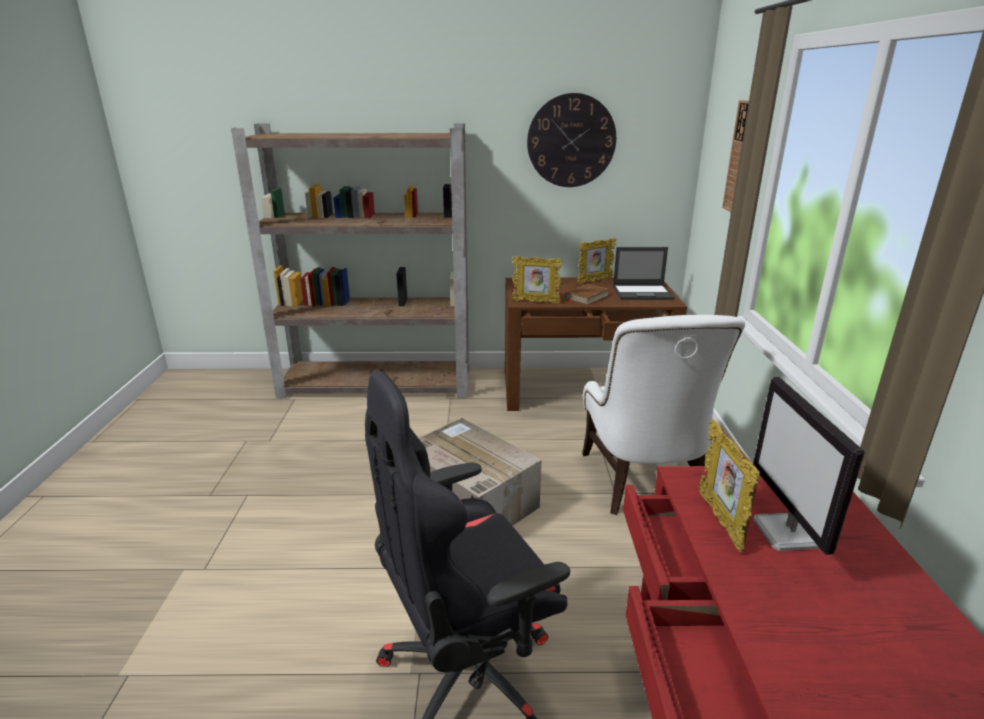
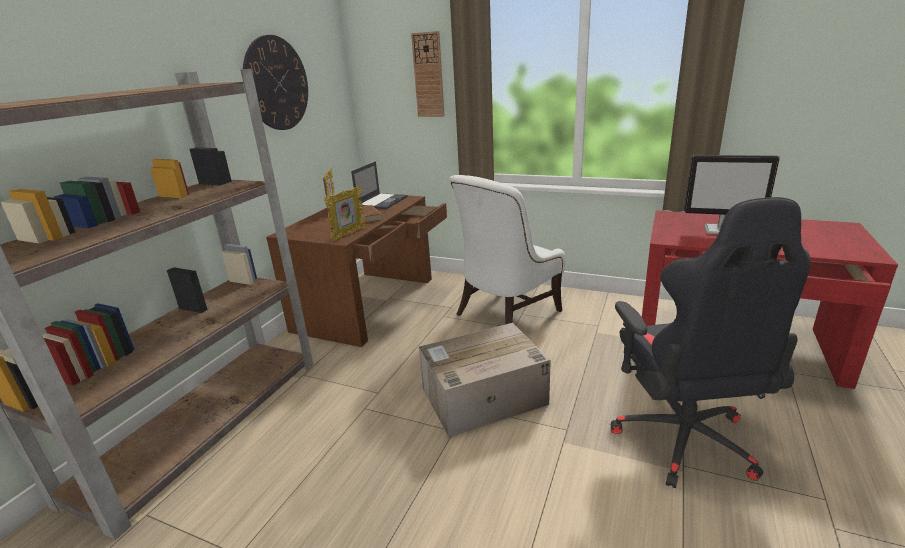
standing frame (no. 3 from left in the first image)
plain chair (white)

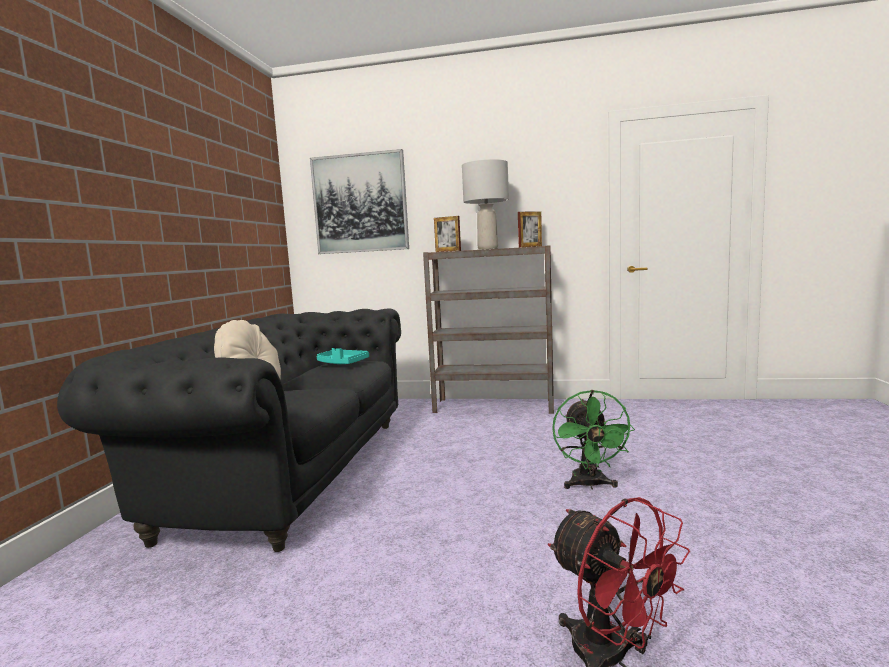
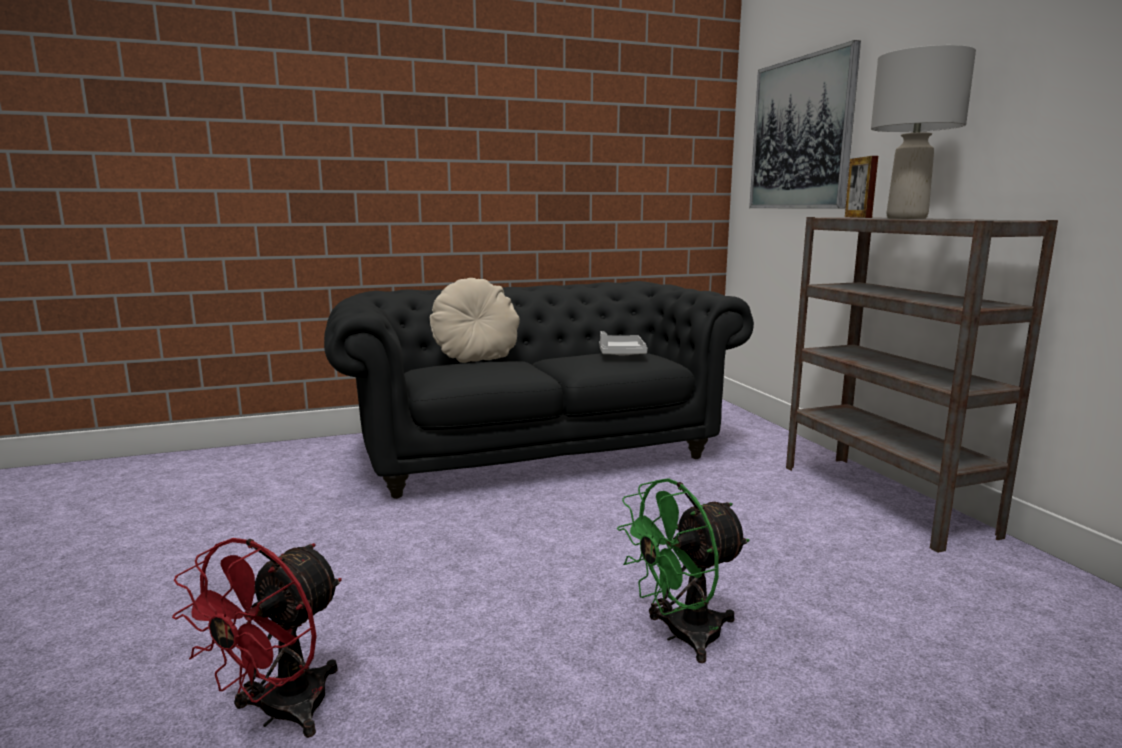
standing frame (no. 2 from left in the first image)
carrying tray (greyish)

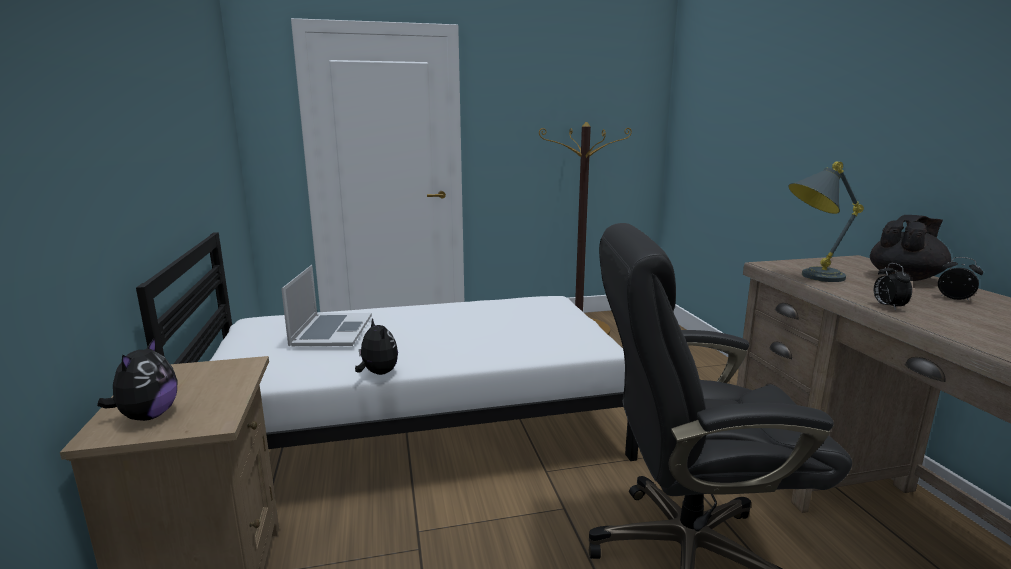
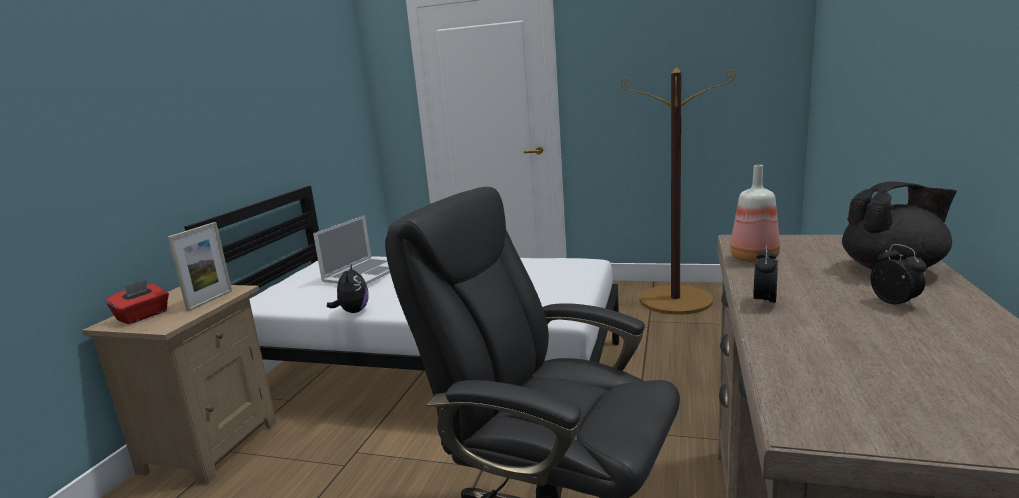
standing frame
tissue box (reddish)
bottle

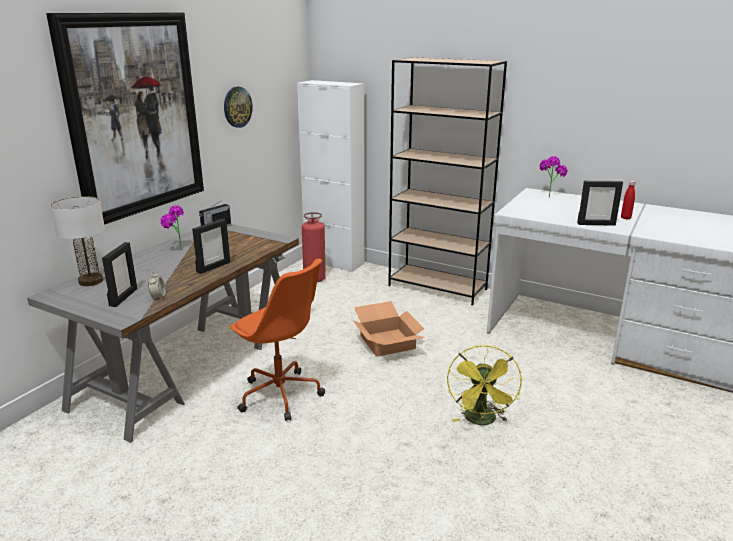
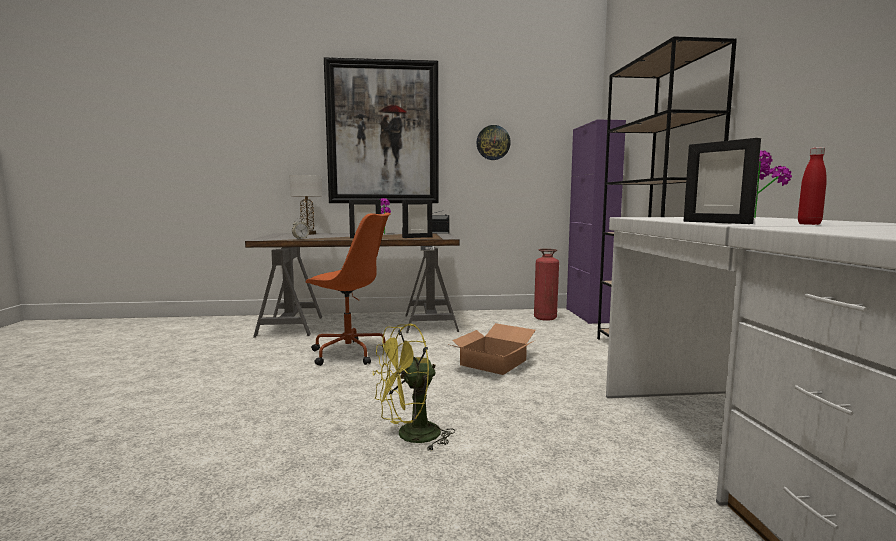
standing frame (no. 2 from left)
storage cabinet (purple)
office chair (orange)

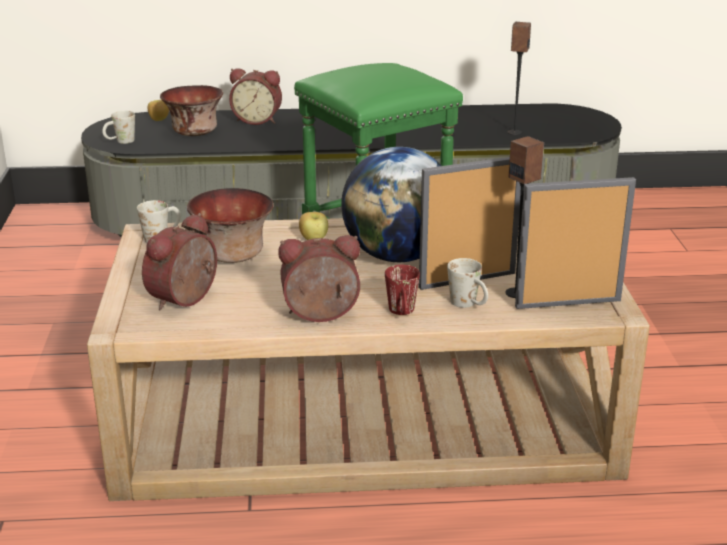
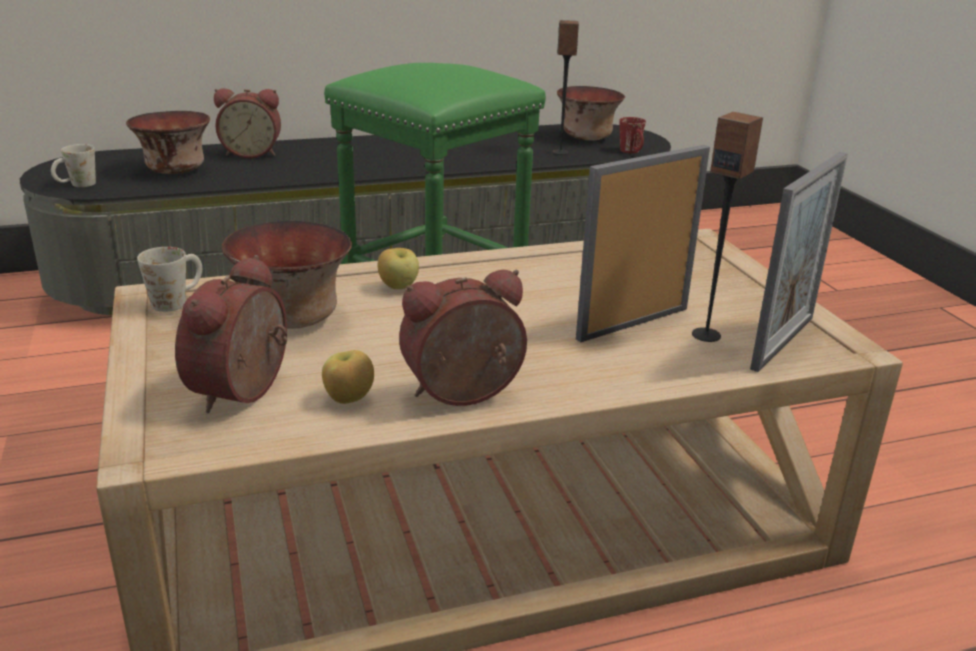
world globe
mug (white) (no. 3 from left in the first image)
serving bowl (no. 3 from left)
apple (no. 1 from left)
mug (reddish)
standing frame (no. 2 from left)

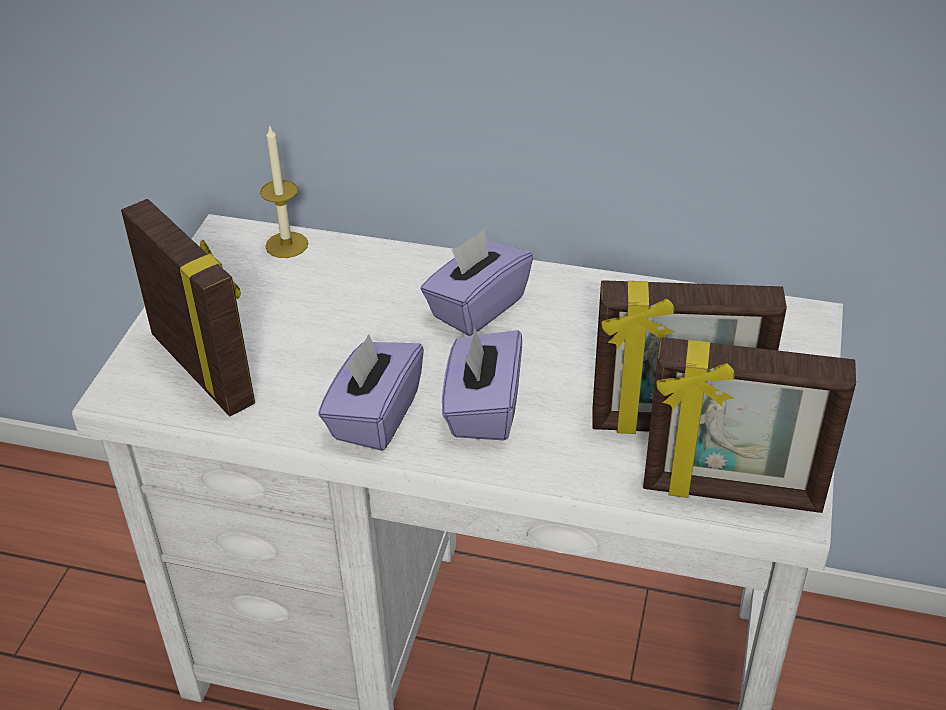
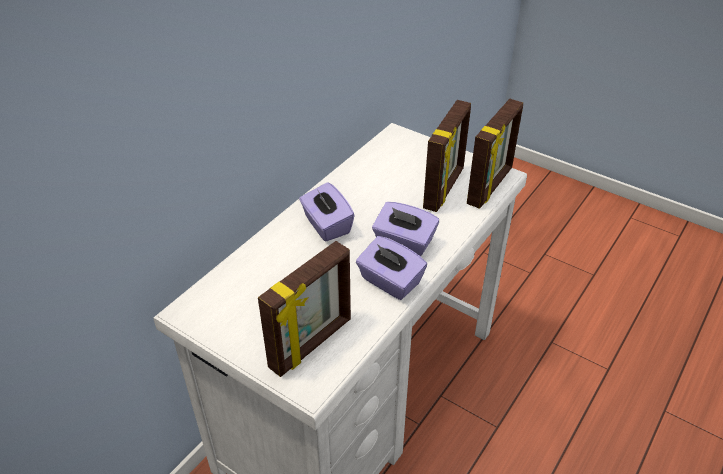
candle
standing frame (no. 1 from left)

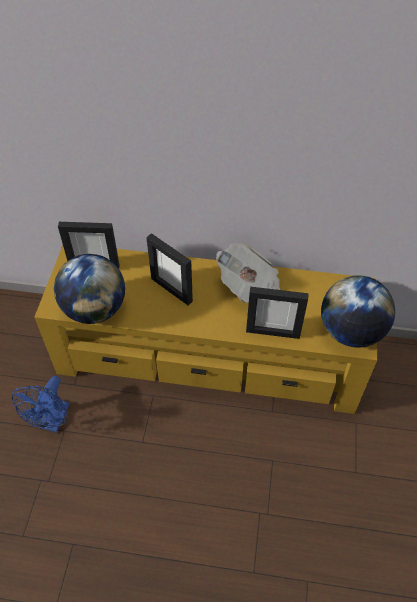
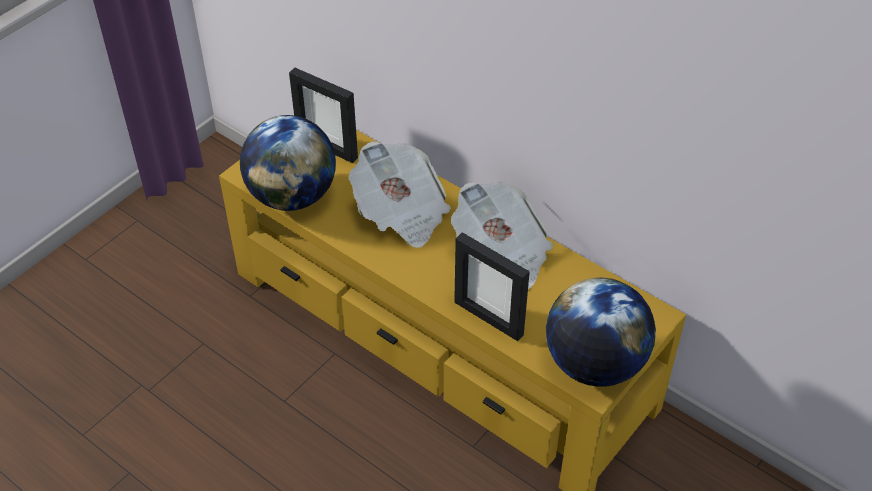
fan (blue-coloured)
daily paper (no. 1 from left)

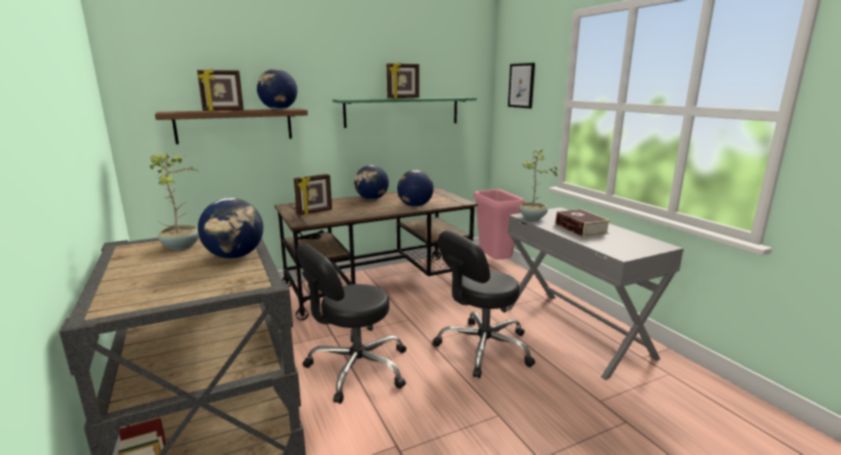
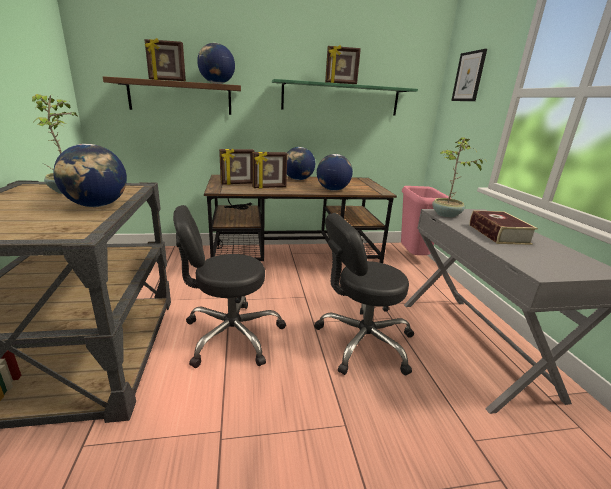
standing frame (no. 3 from left)

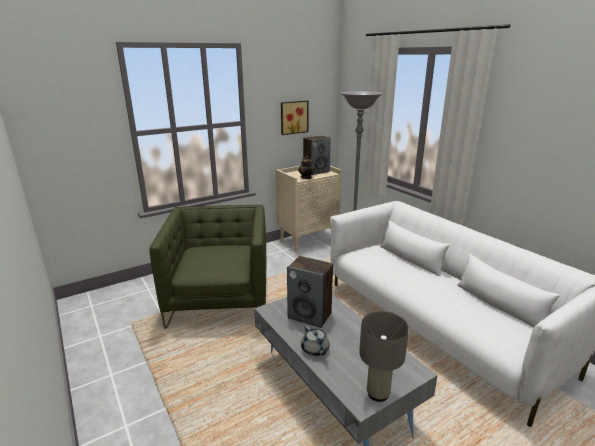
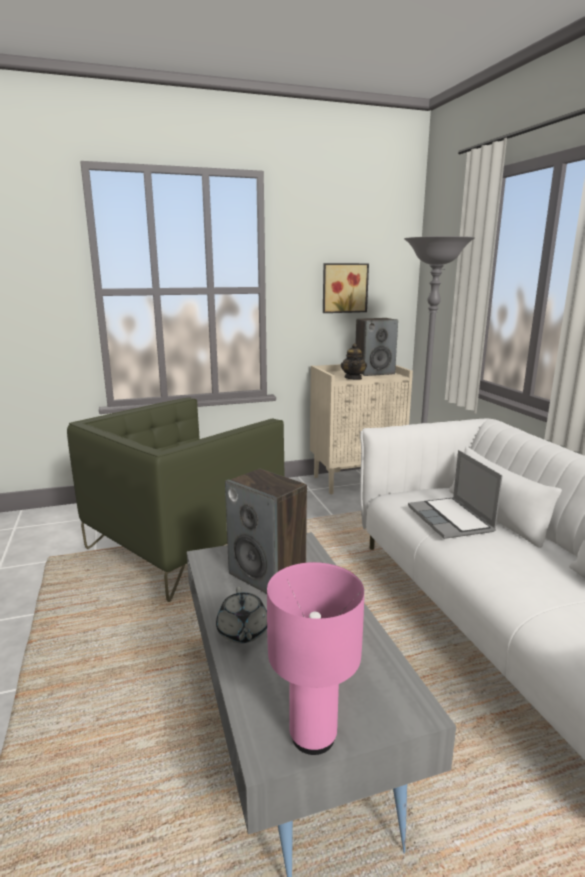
portable computer
table lamp (pink-coloured)
armchair (green-coloured)

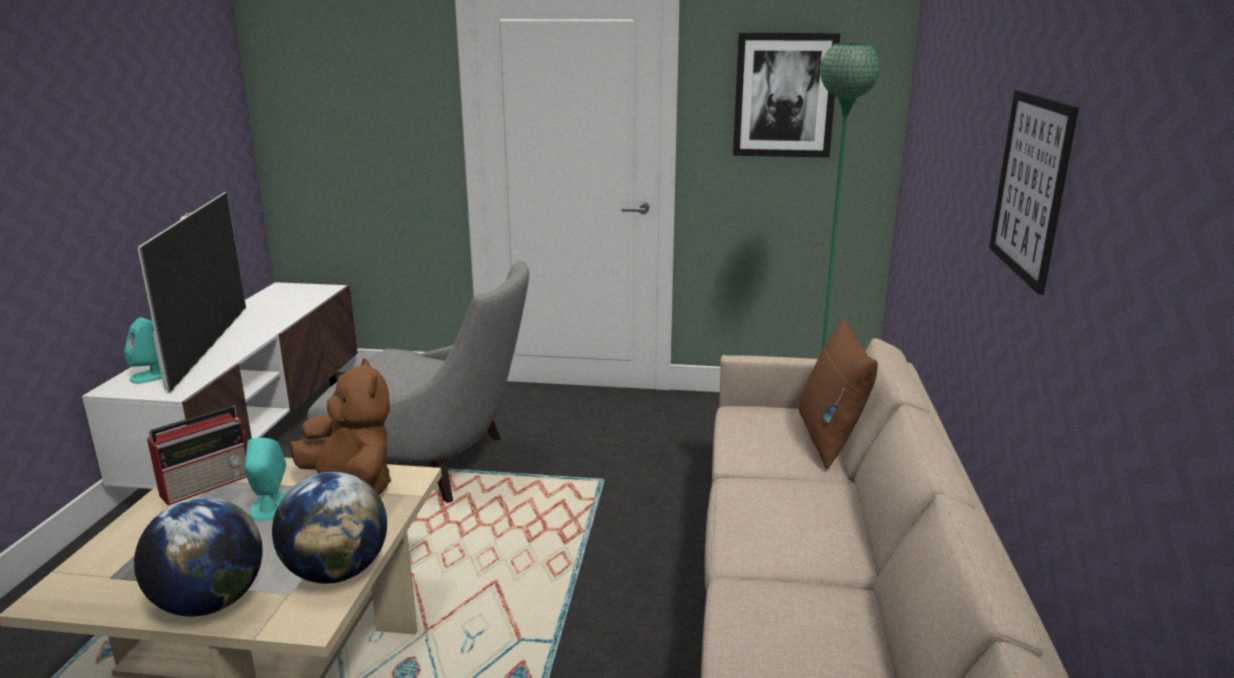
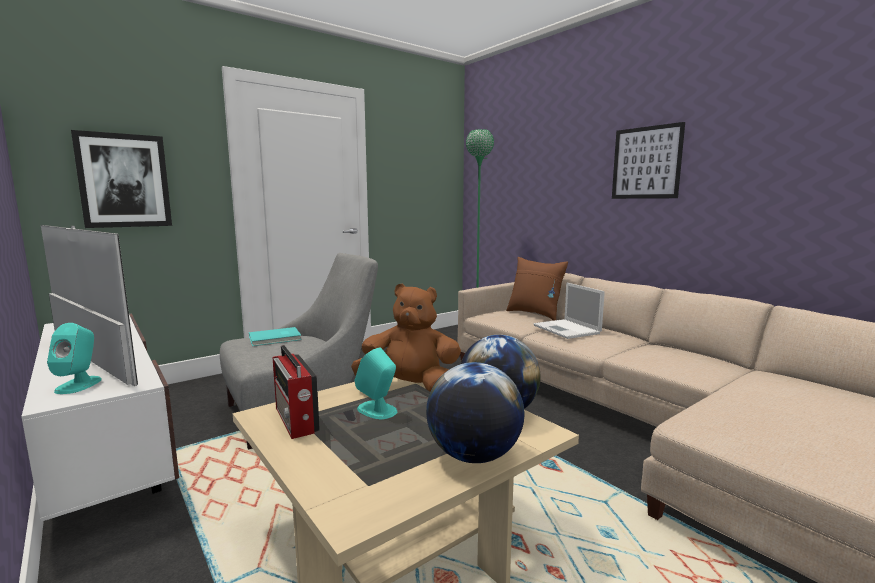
volume (turquoise)
portable computer
wall art (no. 1 from left)
radio receiver

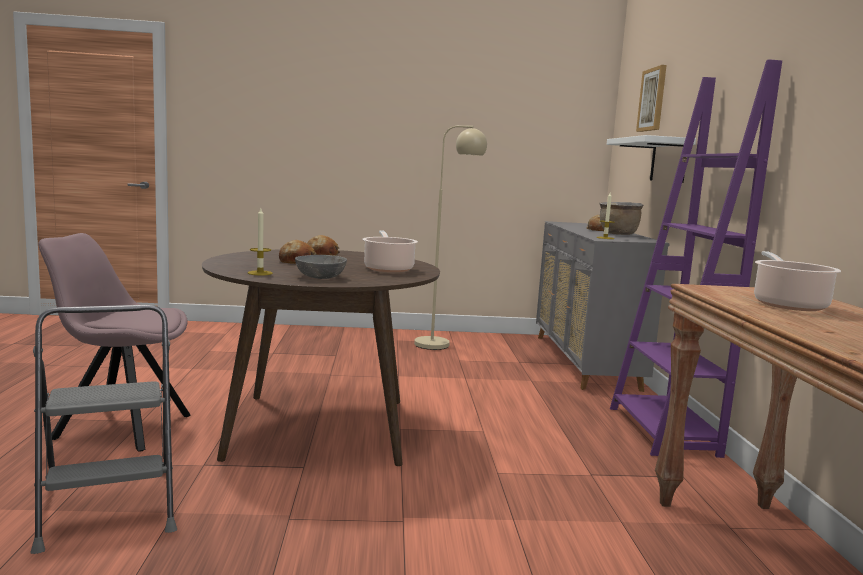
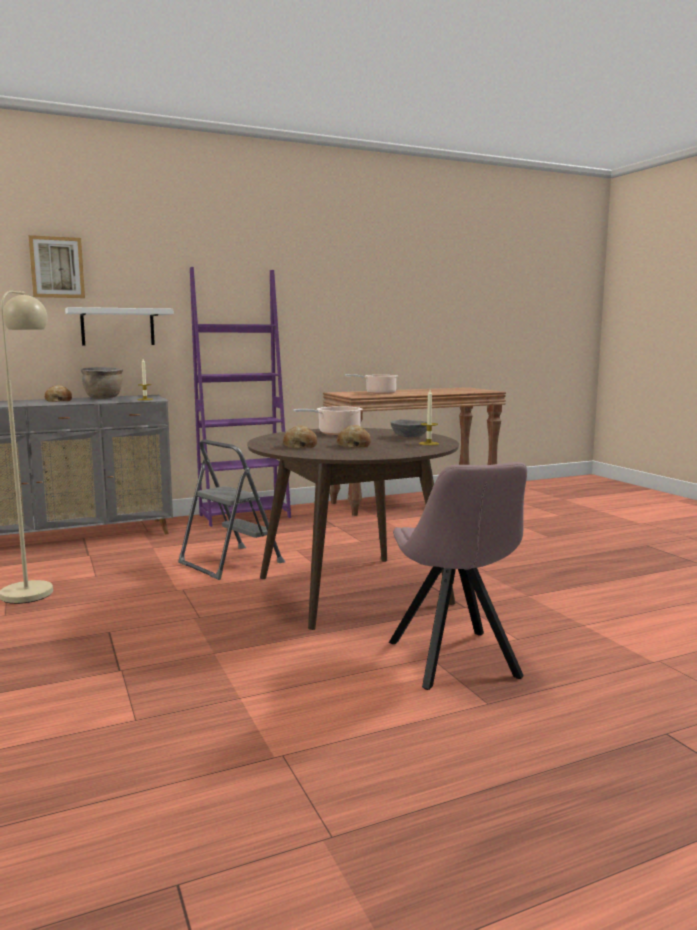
step stool (greyish)

